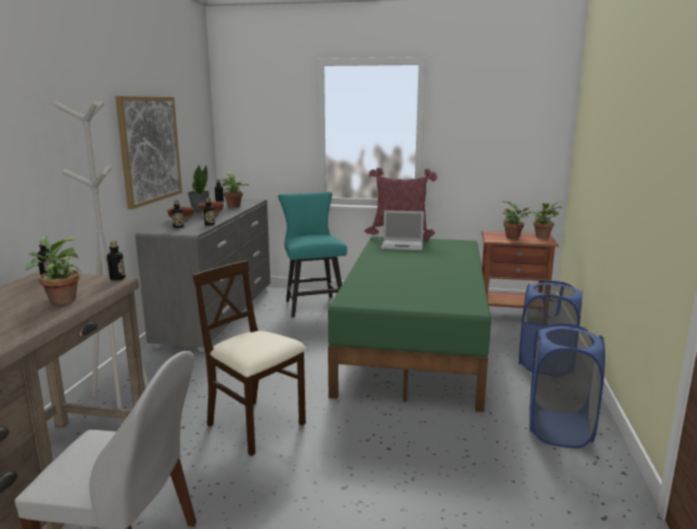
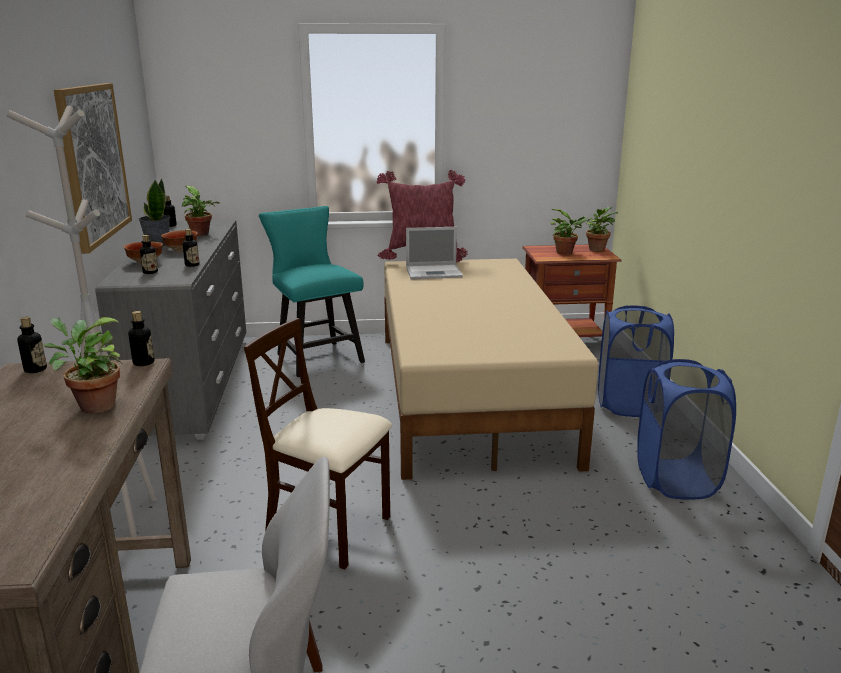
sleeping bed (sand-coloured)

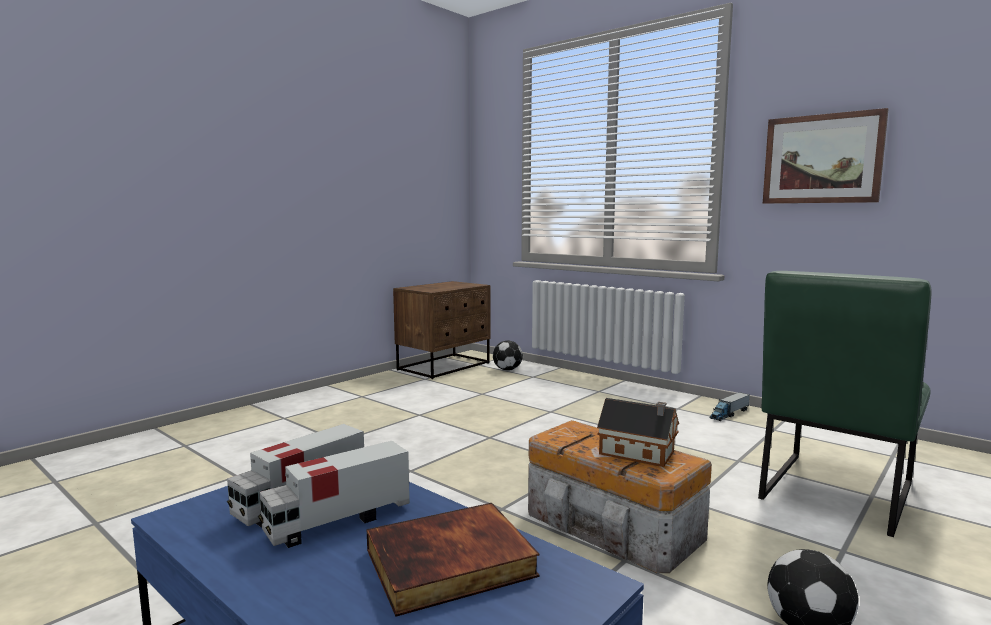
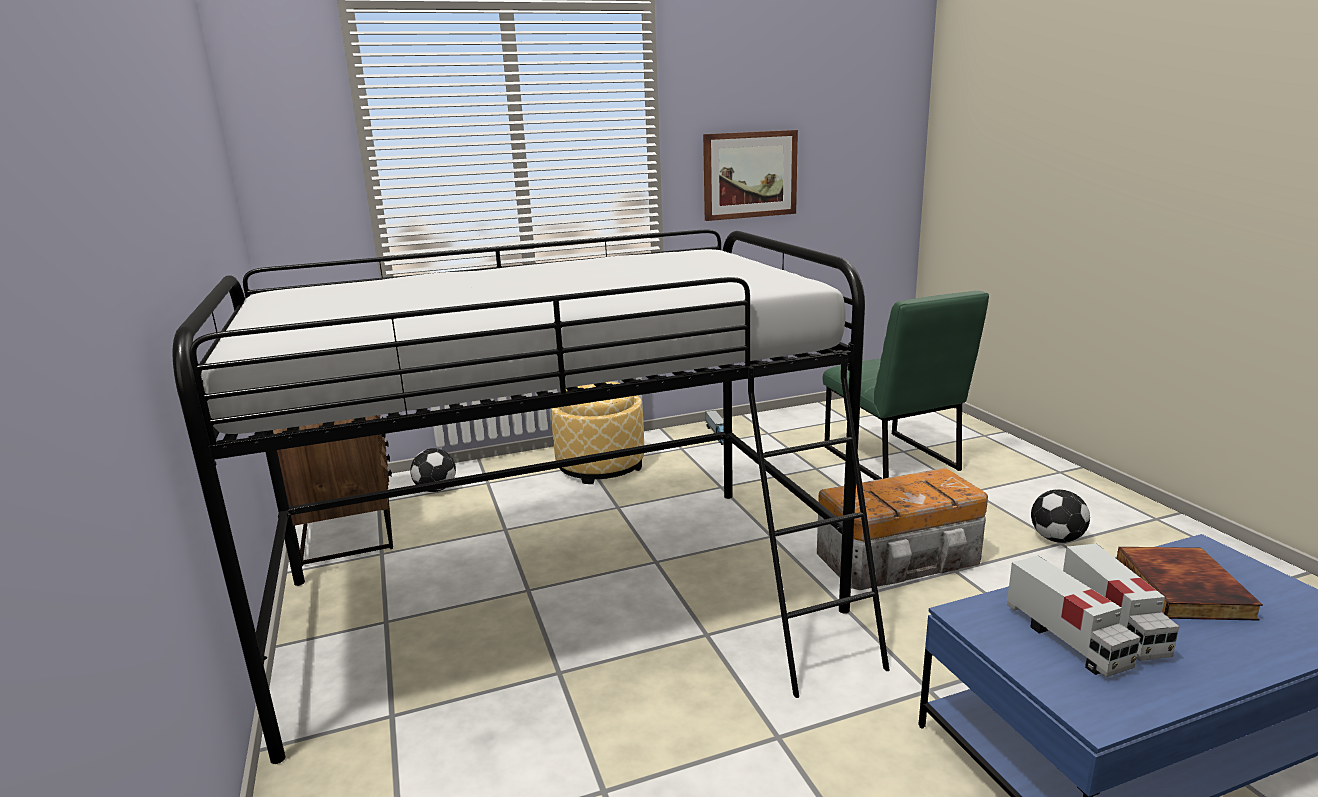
miniature house
sleeping bed (black-coloured)
footrest

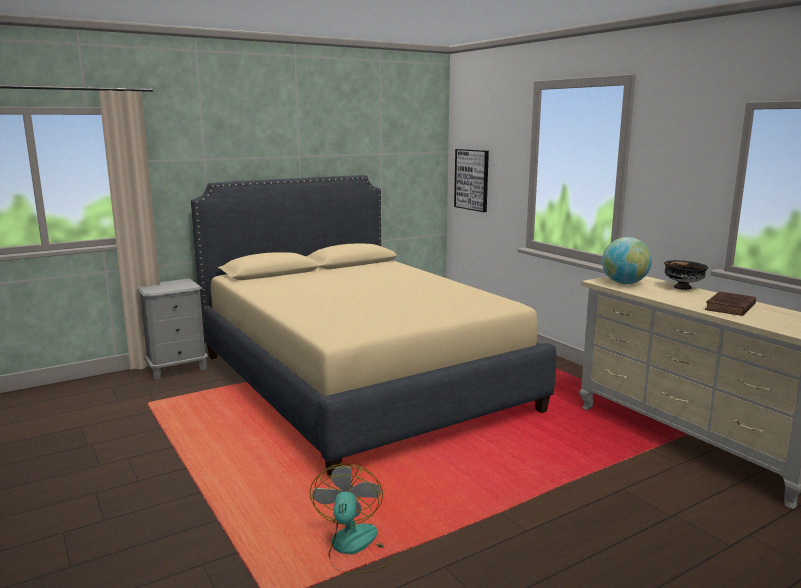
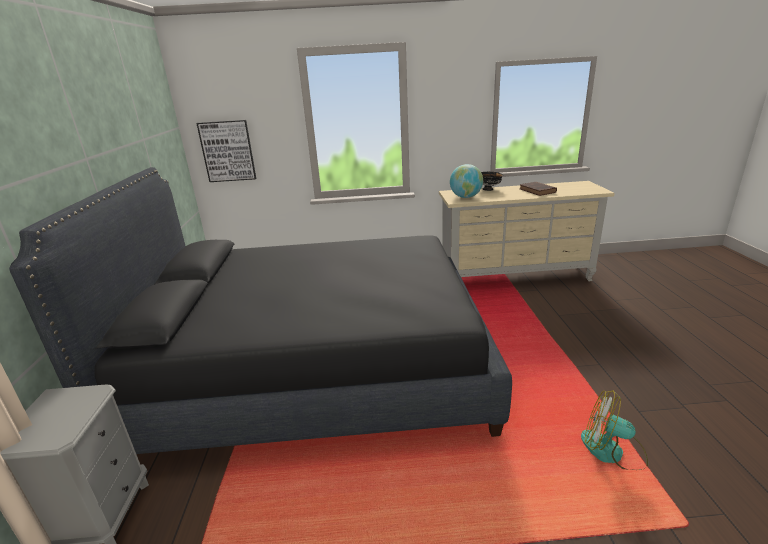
sleeping bed (black-coloured)

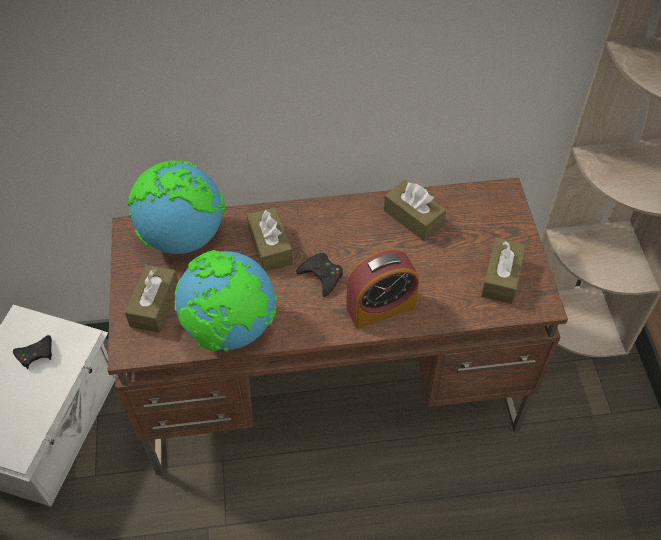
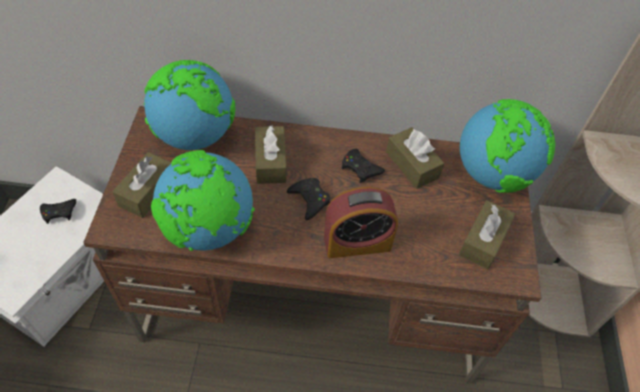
joypad (black-coloured) (no. 3 from left)
world globe (no. 3 from left)

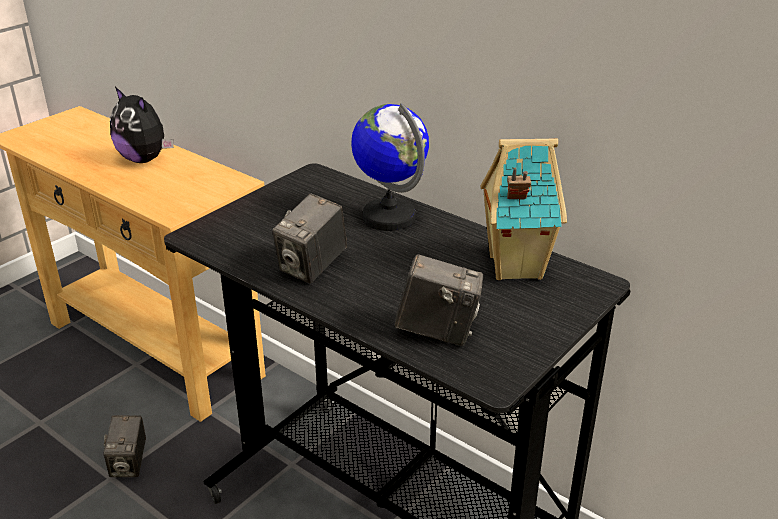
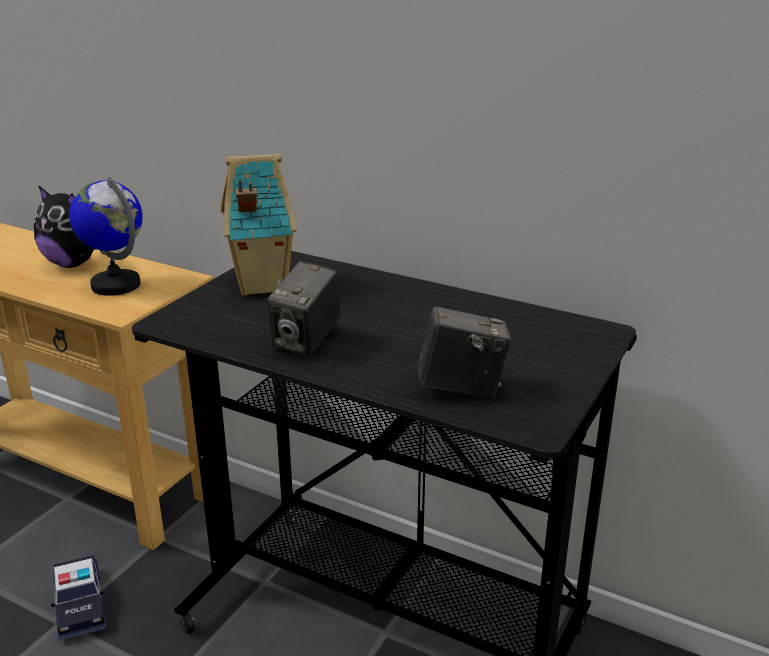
world globe
miniature house
toy car

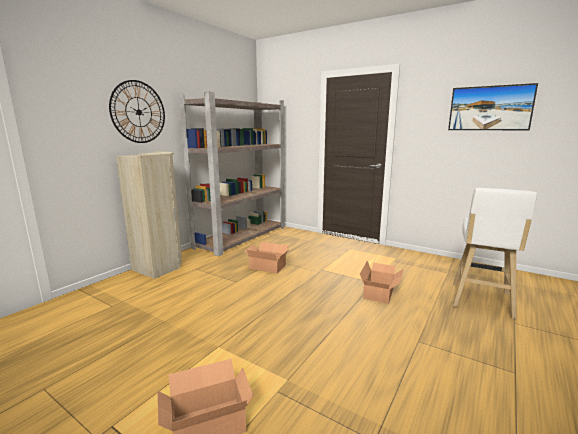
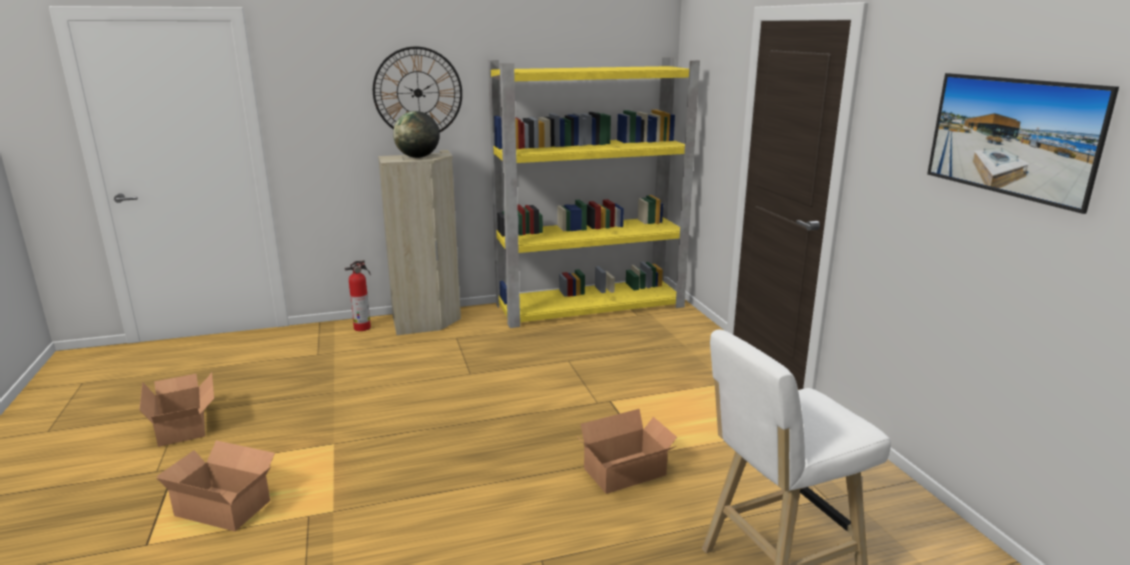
fire extinguisher
world globe
carton (no. 1 from left)
bookcase (yellow)

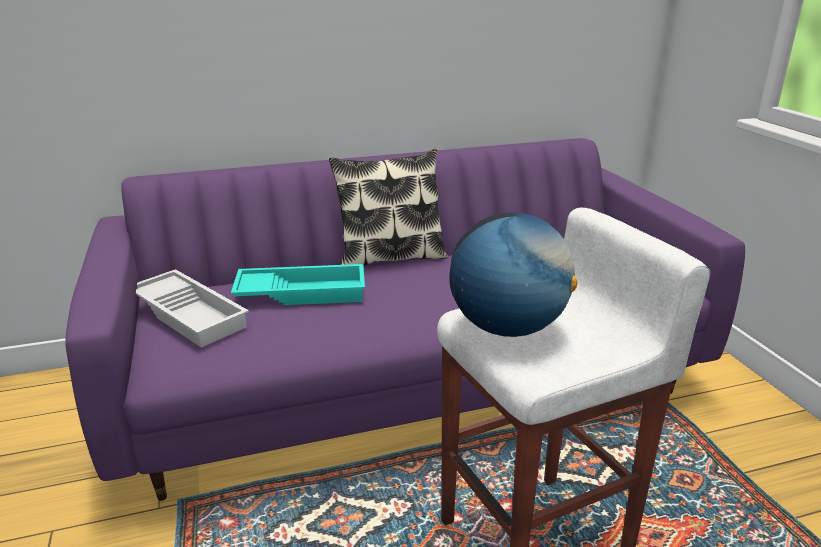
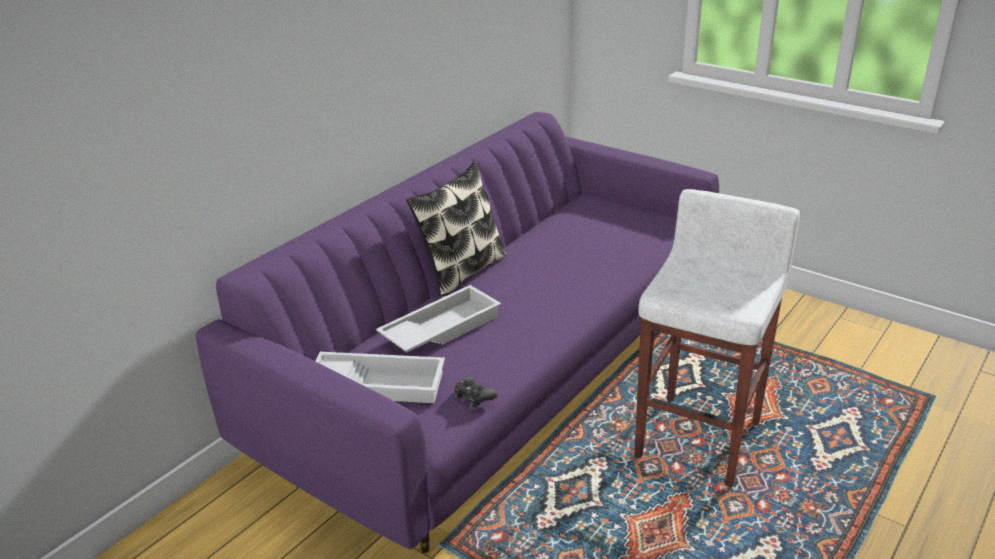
world globe
joypad (black-coloured)
carrying tray (white) (no. 2 from left)

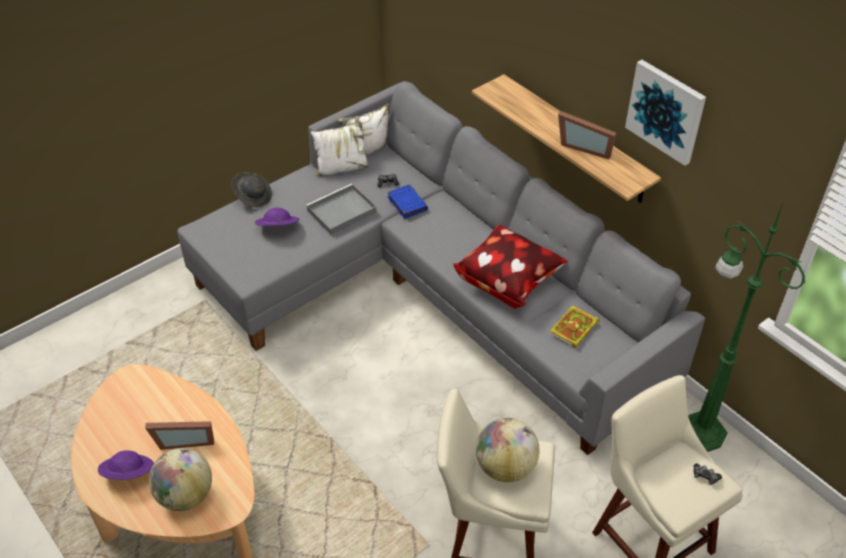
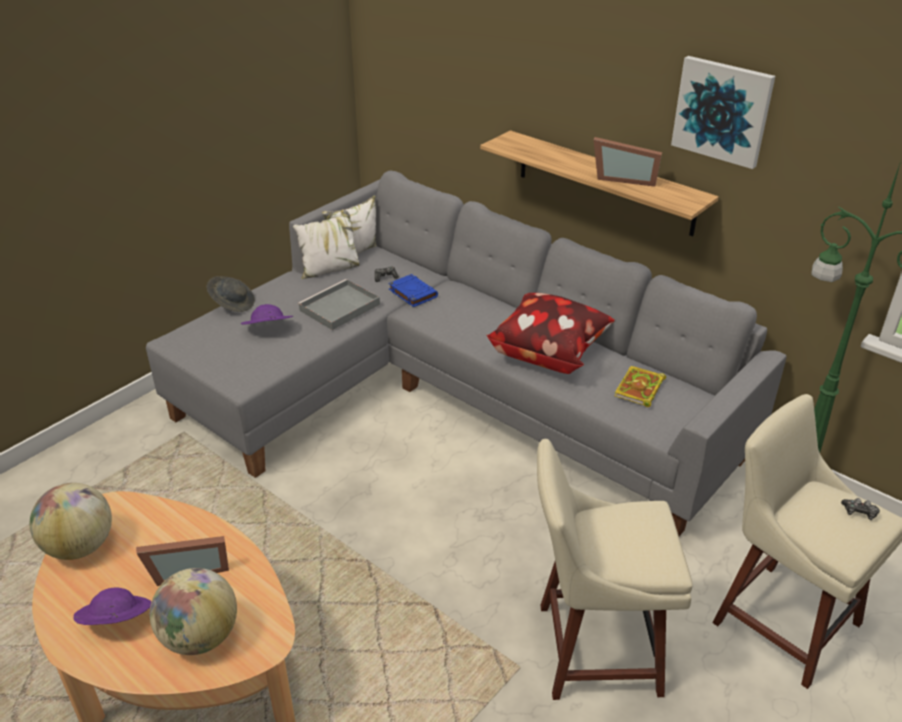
world globe (no. 1 from left)

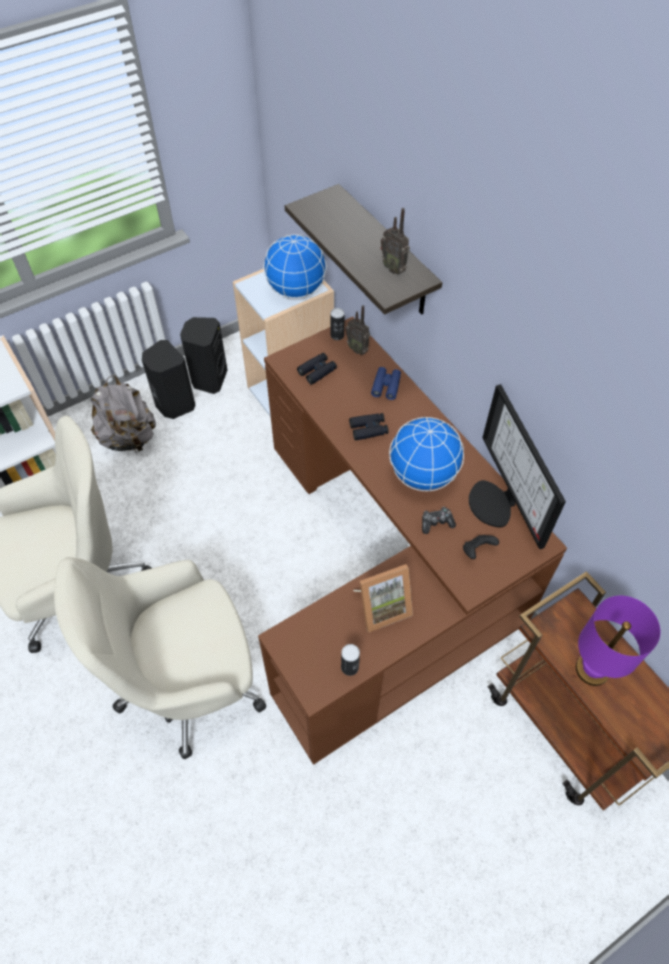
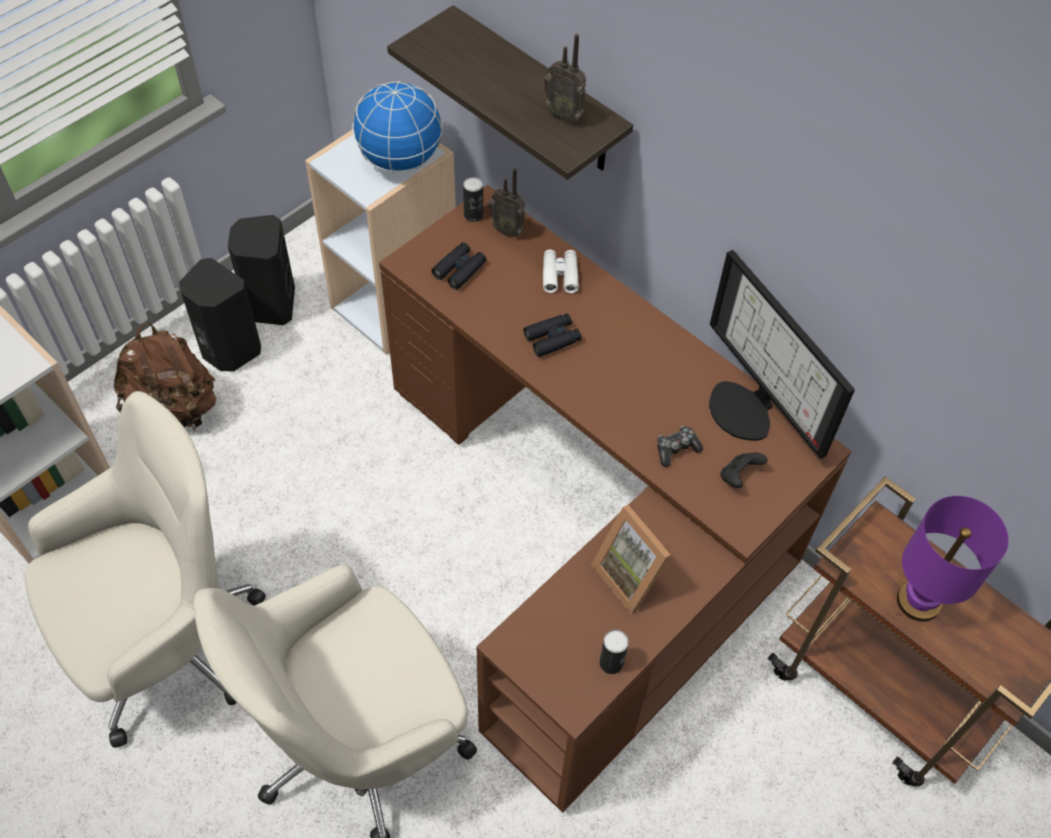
world globe (no. 2 from left in the first image)
knapsack (brownish)
binoculars (white)
standing frame

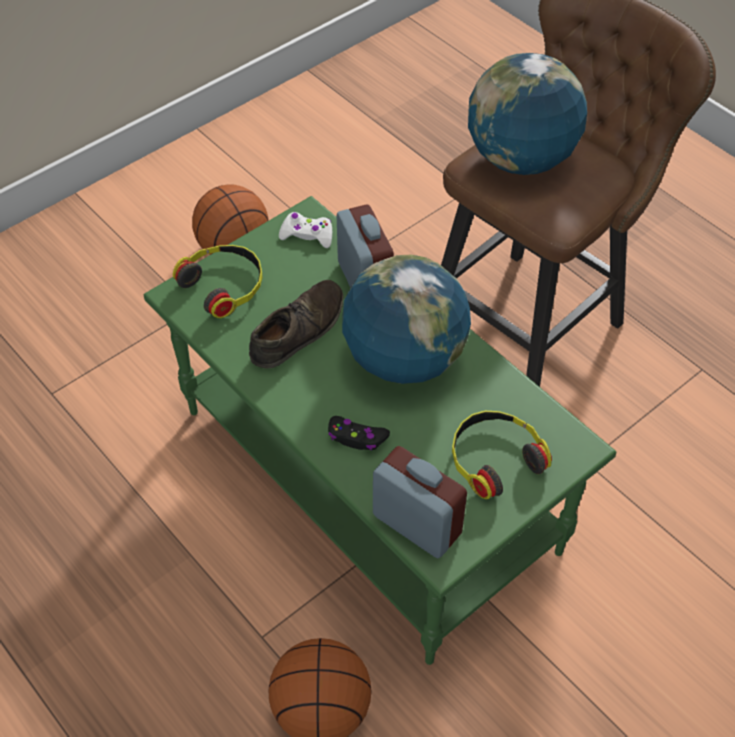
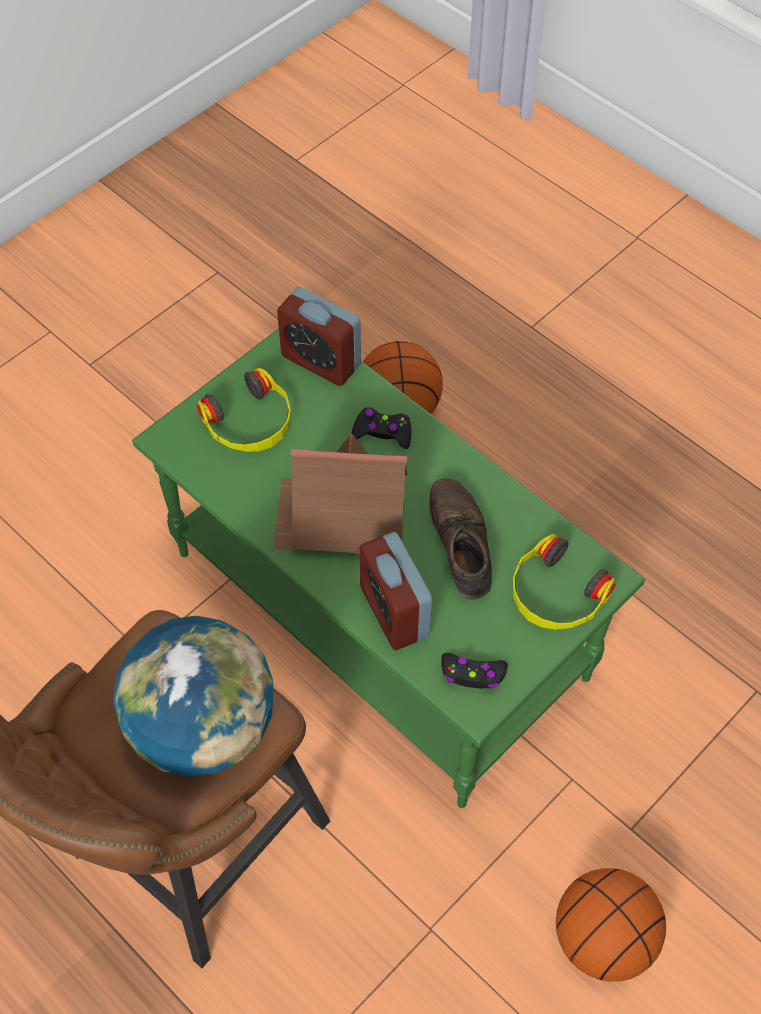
miniature house
joypad (black-coloured) (no. 2 from left)
item of footwear (brownish)

